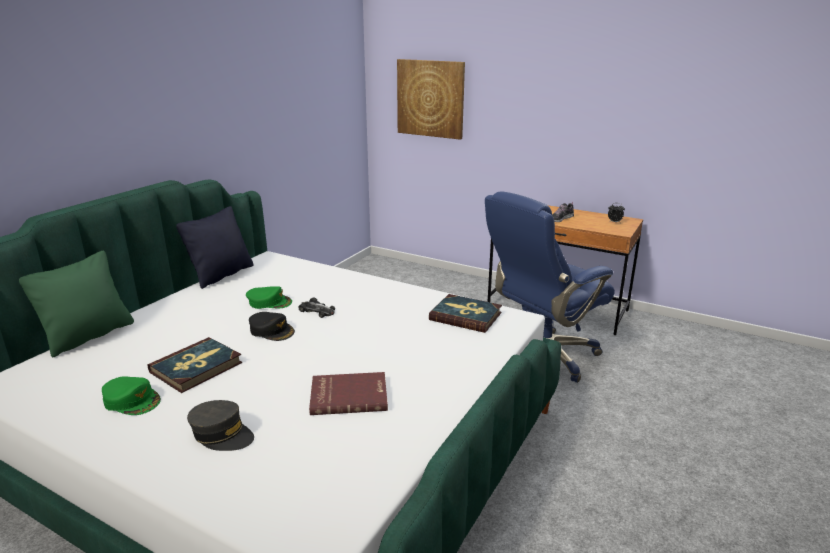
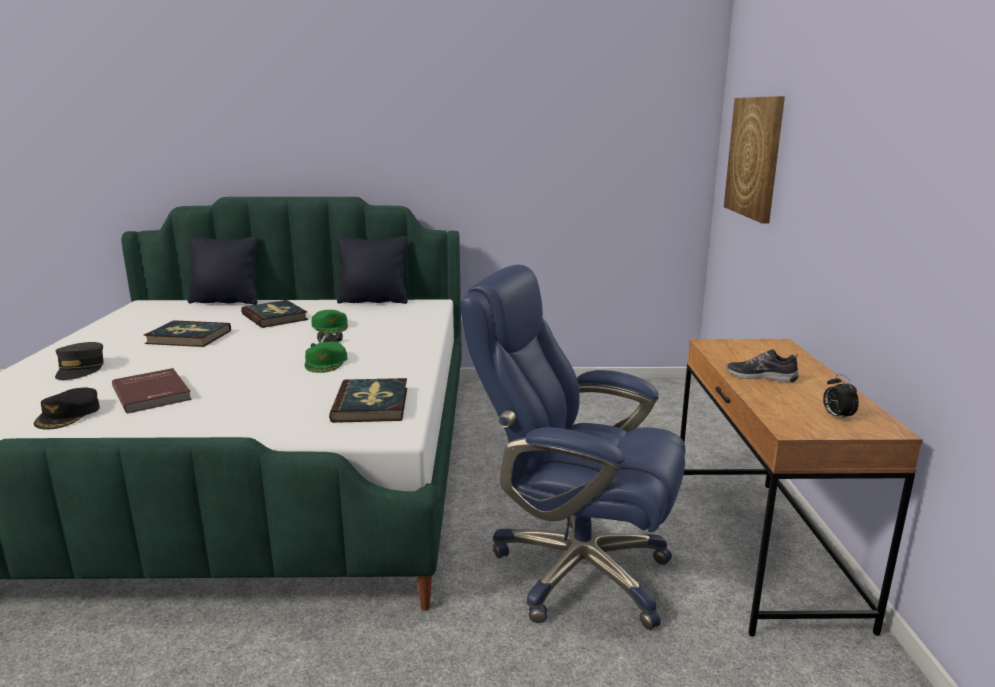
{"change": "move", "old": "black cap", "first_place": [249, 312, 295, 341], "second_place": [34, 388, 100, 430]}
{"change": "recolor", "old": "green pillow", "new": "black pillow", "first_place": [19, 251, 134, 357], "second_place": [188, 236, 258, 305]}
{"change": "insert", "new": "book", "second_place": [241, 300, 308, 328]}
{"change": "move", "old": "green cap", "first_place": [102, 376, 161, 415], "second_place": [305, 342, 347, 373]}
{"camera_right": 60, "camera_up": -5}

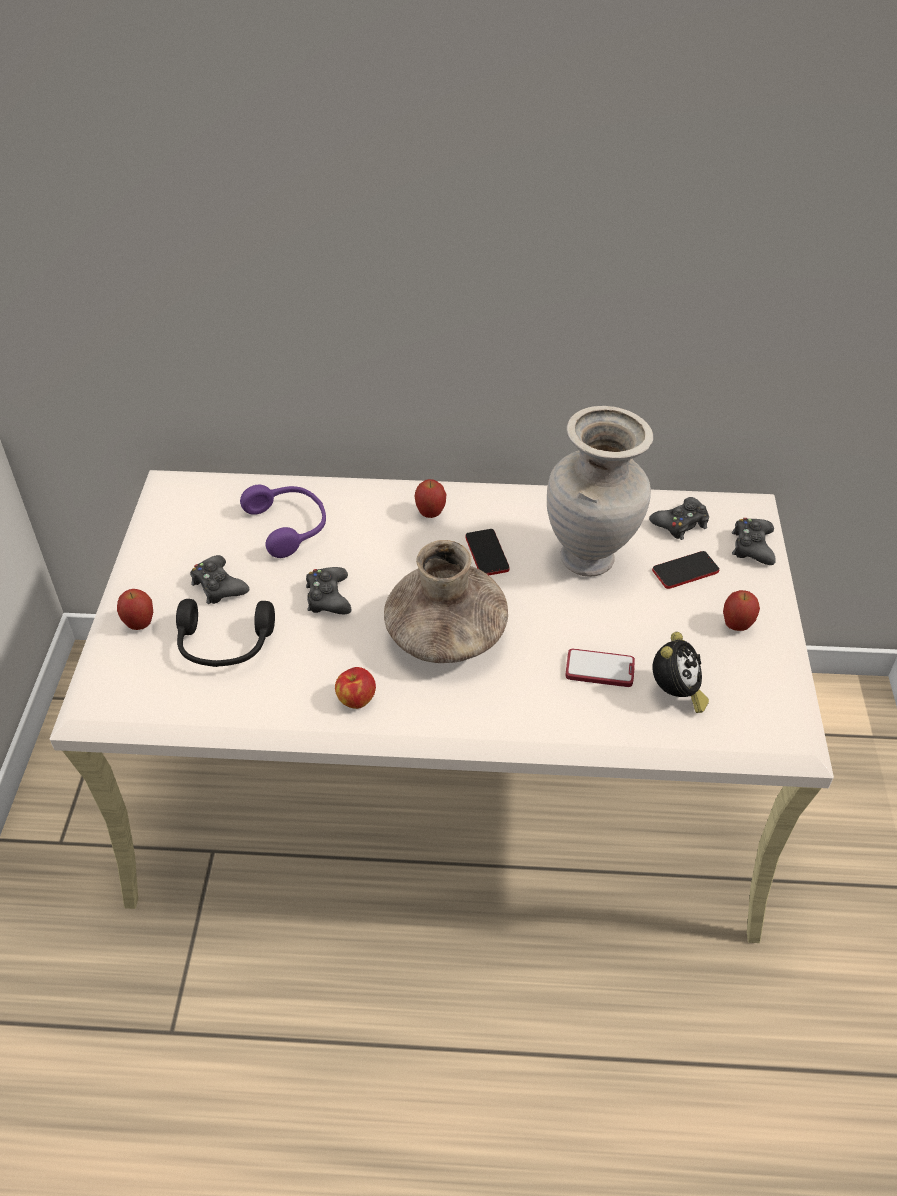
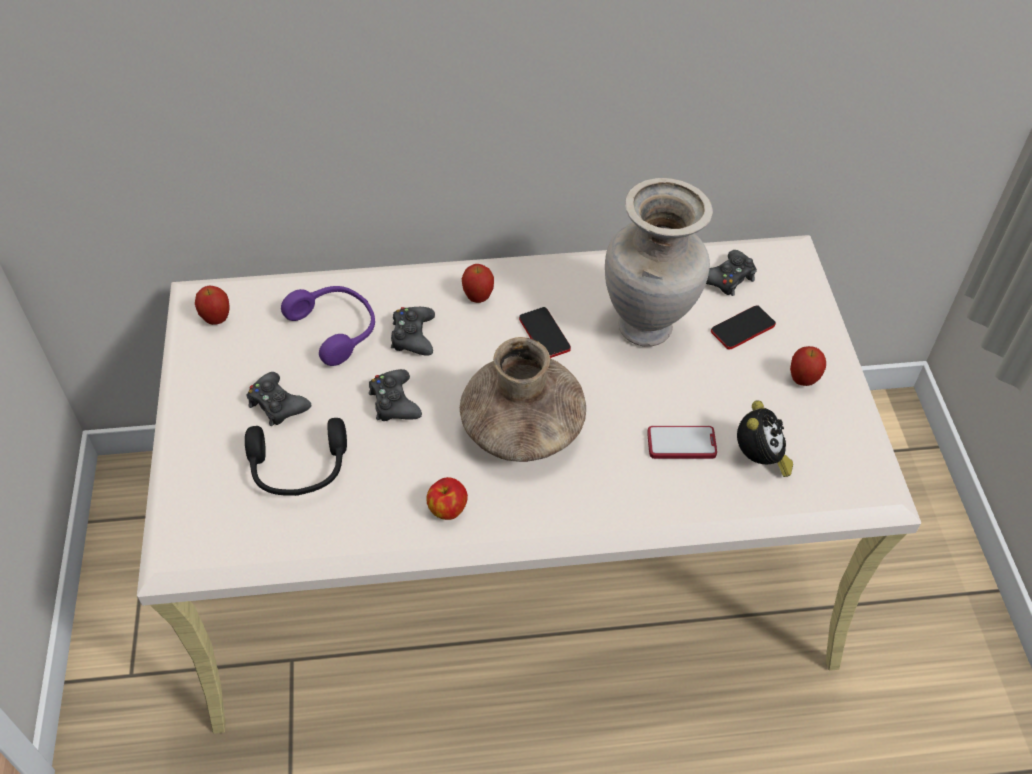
{"change": "move", "old": "apple", "first_place": [117, 589, 153, 630], "second_place": [195, 286, 230, 325]}
{"change": "move", "old": "black game controller", "first_place": [732, 518, 776, 565], "second_place": [391, 307, 435, 356]}
{"camera_right": -10, "camera_up": 5}

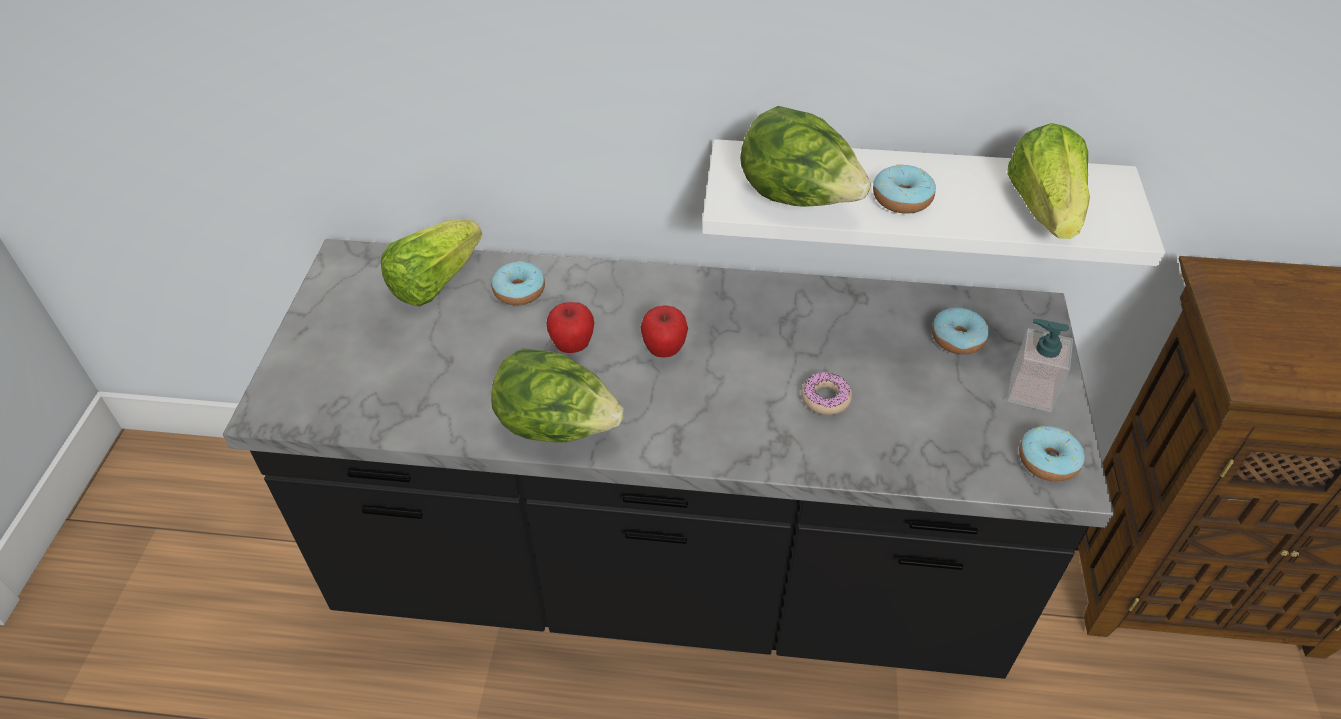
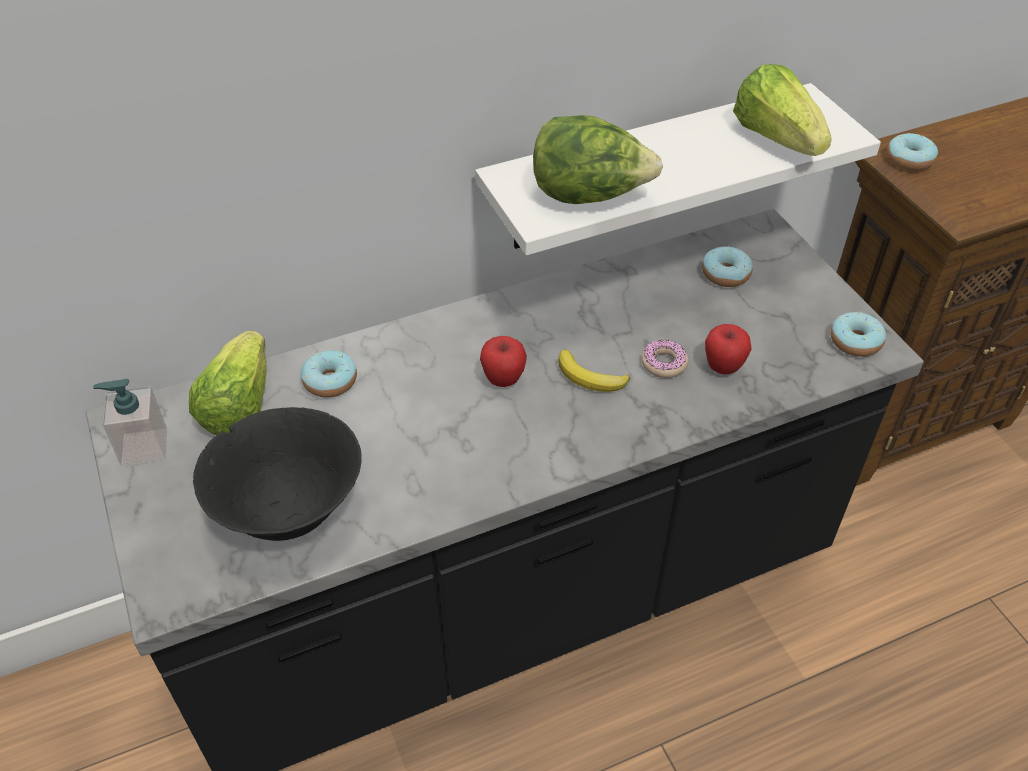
{"change": "move", "old": "soap dispenser", "first_place": [1007, 319, 1073, 412], "second_place": [93, 379, 167, 466]}
{"change": "insert", "new": "black bowl", "second_place": [193, 407, 362, 541]}
{"change": "insert", "new": "banana", "second_place": [558, 350, 630, 392]}
{"change": "move", "old": "apple", "first_place": [546, 302, 594, 353], "second_place": [705, 324, 752, 375]}
{"change": "move", "old": "donut", "first_place": [873, 164, 936, 214], "second_place": [887, 133, 938, 171]}
{"change": "delete", "old": "lettuce", "first_place": [491, 348, 624, 443]}
{"camera_right": -30, "camera_up": 0}

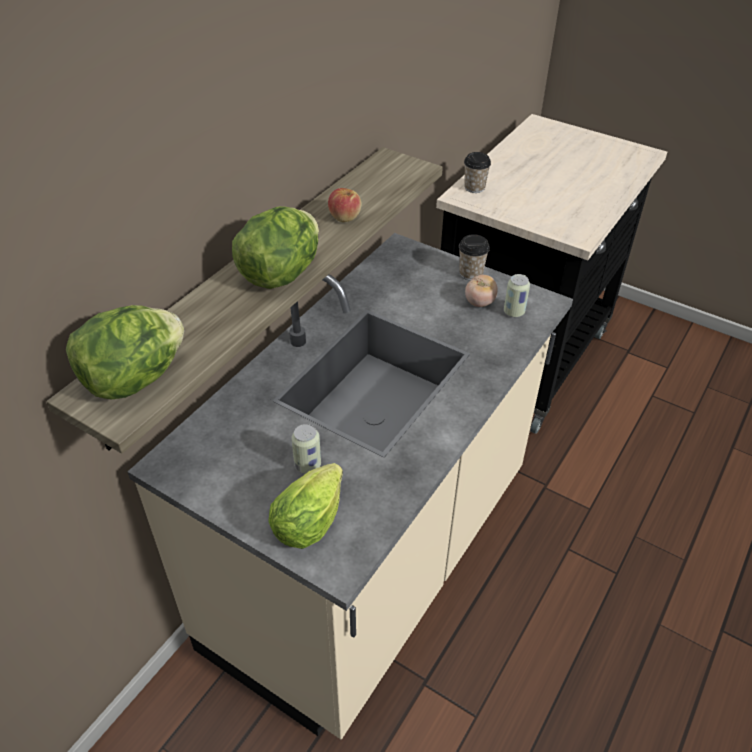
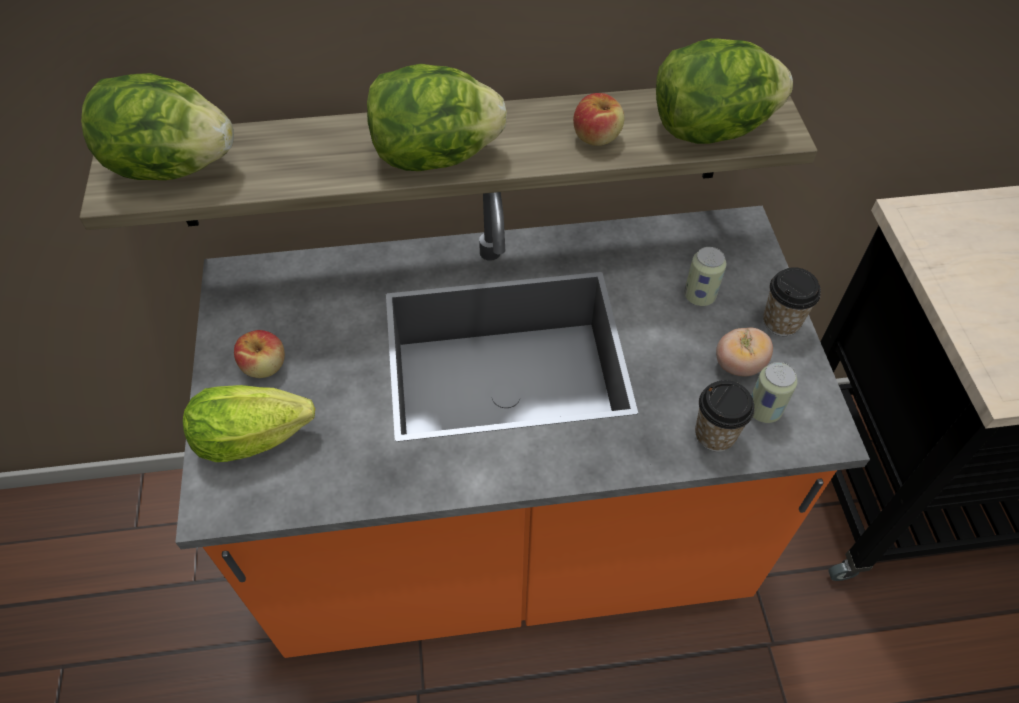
{"change": "recolor", "old": "beige counter", "new": "orange counter", "first_place": [128, 233, 573, 739], "second_place": [175, 192, 870, 658]}
{"change": "insert", "new": "apple", "second_place": [234, 330, 285, 378]}
{"change": "insert", "new": "lettuce", "second_place": [656, 39, 793, 144]}
{"change": "move", "old": "can", "first_place": [292, 424, 321, 474], "second_place": [684, 247, 727, 306]}
{"change": "move", "old": "cup", "first_place": [464, 152, 491, 193], "second_place": [695, 380, 754, 452]}
{"camera_right": 50, "camera_up": 10}

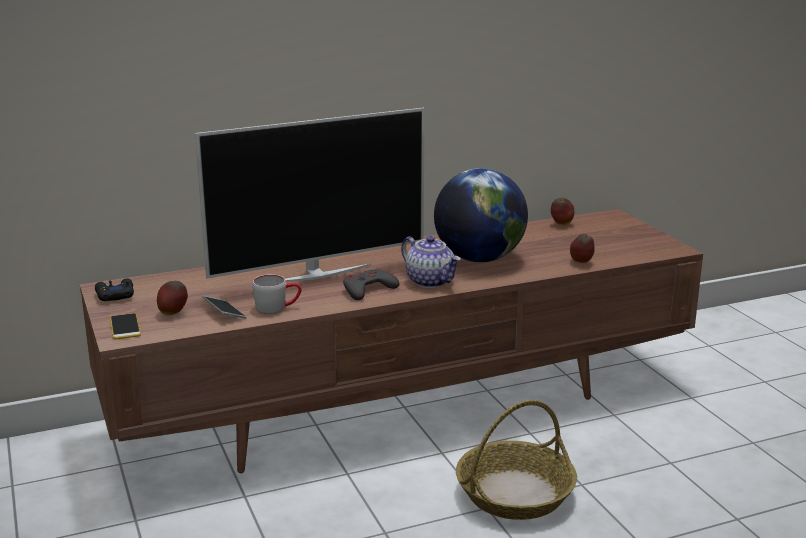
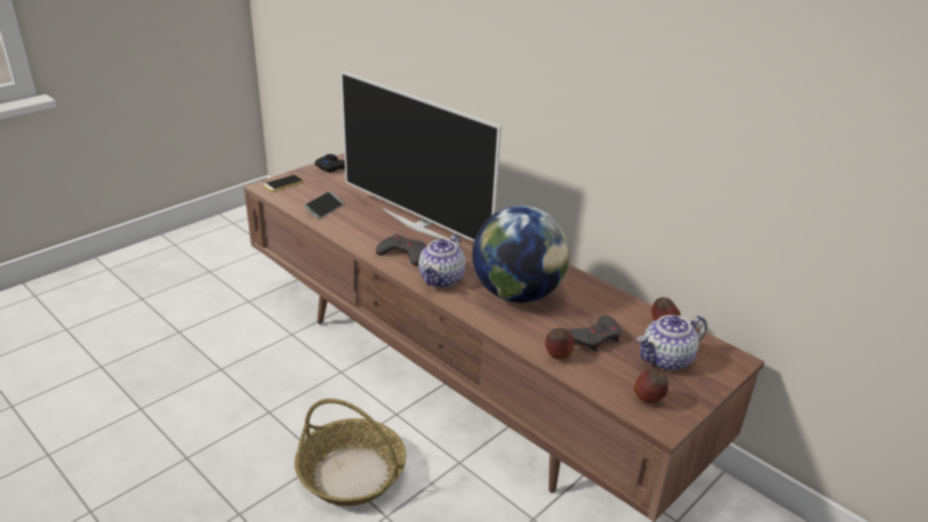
{"change": "insert", "new": "grey game controller", "second_place": [568, 316, 622, 352]}
{"change": "move", "old": "apple", "first_place": [157, 281, 188, 315], "second_place": [634, 370, 668, 404]}
{"change": "insert", "new": "teapot", "second_place": [636, 315, 707, 371]}
{"change": "delete", "old": "grey mug", "first_place": [252, 275, 302, 314]}
{"camera_right": 65, "camera_up": 10}

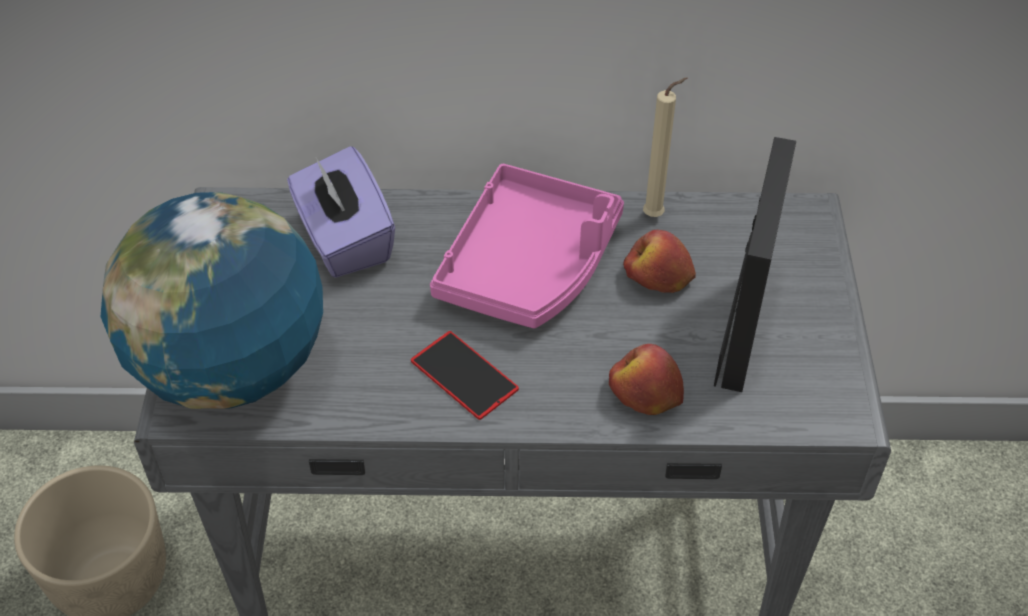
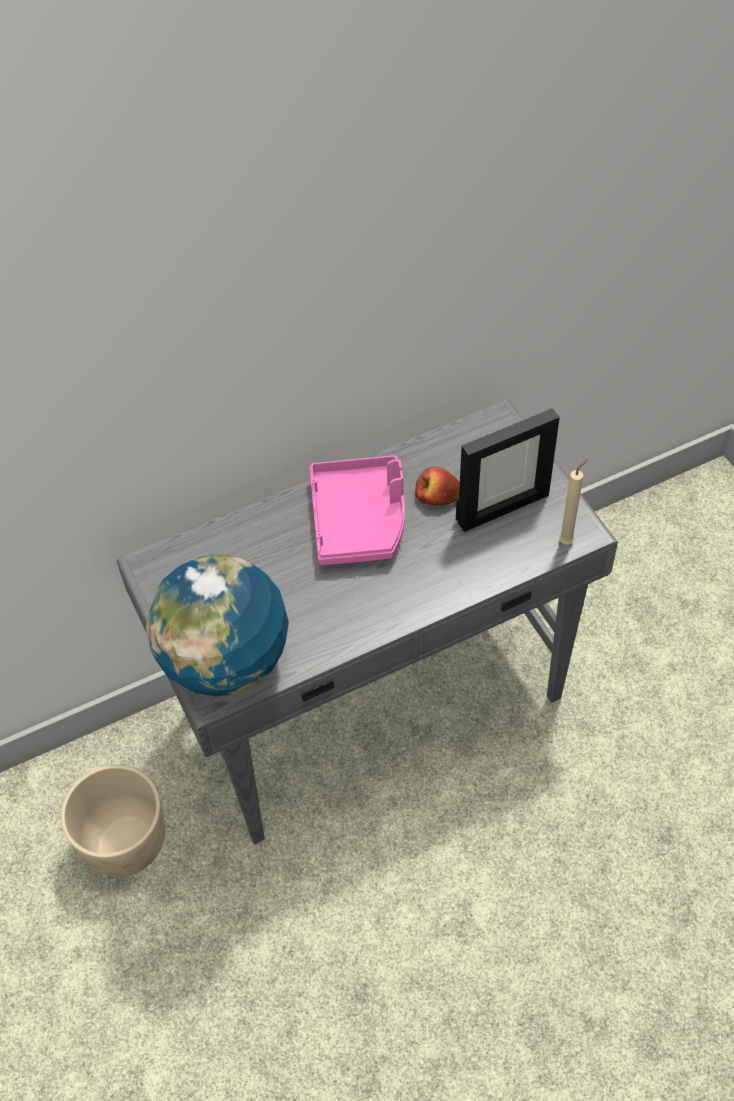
{"change": "rotate", "old": "picture frame", "first_place": [714, 137, 796, 392], "second_place": [456, 408, 560, 532], "degrees": 75}
{"change": "move", "old": "beige candle", "first_place": [643, 78, 687, 217], "second_place": [559, 459, 587, 544]}
{"change": "delete", "old": "purple tissue box", "first_place": [287, 146, 395, 278]}
{"change": "delete", "old": "phone", "first_place": [411, 331, 519, 420]}
{"change": "delete", "old": "apple", "first_place": [609, 344, 684, 415]}
{"camera_right": -25, "camera_up": 5}

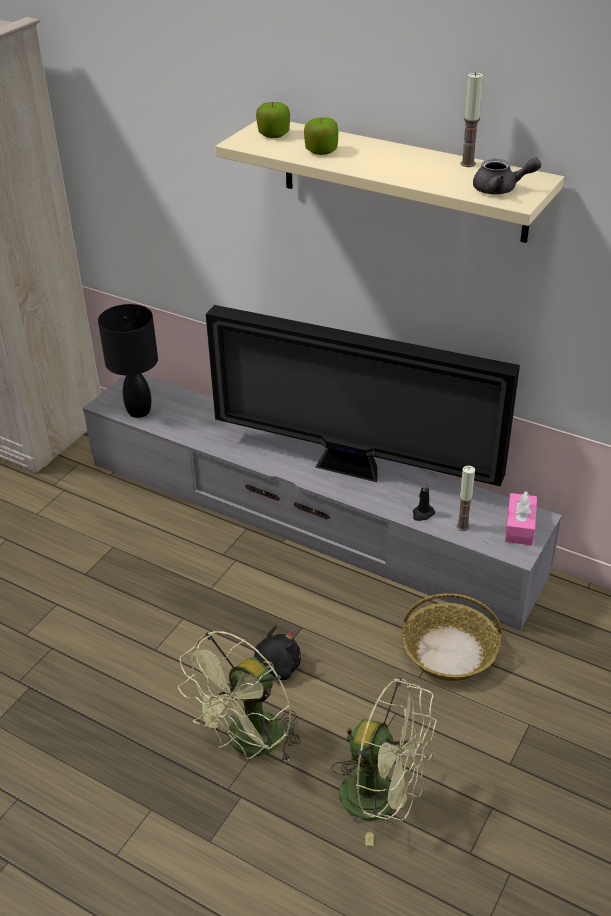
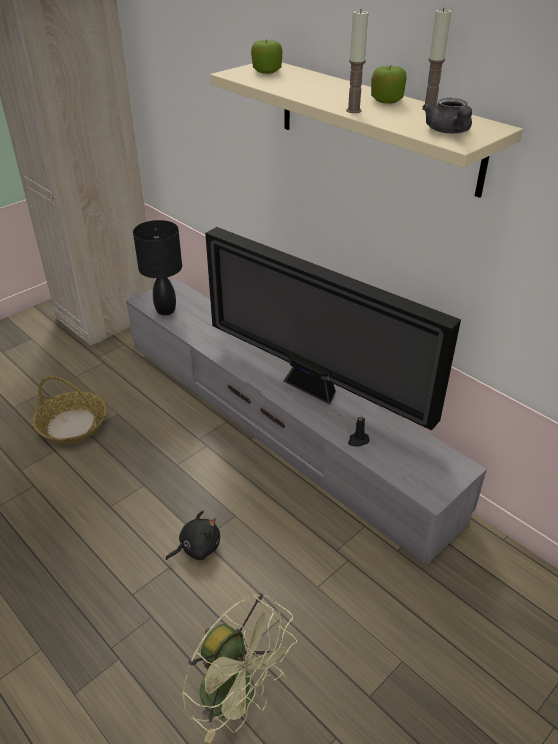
{"change": "move", "old": "basket", "first_place": [402, 593, 502, 681], "second_place": [32, 376, 107, 444]}
{"change": "move", "old": "candle", "first_place": [456, 466, 475, 531], "second_place": [346, 9, 368, 113]}
{"change": "move", "old": "apple", "first_place": [304, 117, 338, 155], "second_place": [371, 66, 407, 104]}
{"change": "rotate", "old": "grey teapot", "first_place": [473, 157, 541, 194], "second_place": [422, 98, 472, 134], "degrees": 60}
{"change": "delete", "old": "green fan", "first_place": [178, 631, 301, 762]}
{"change": "delete", "old": "pink tissue box", "first_place": [505, 491, 537, 545]}
{"camera_right": 15, "camera_up": 0}

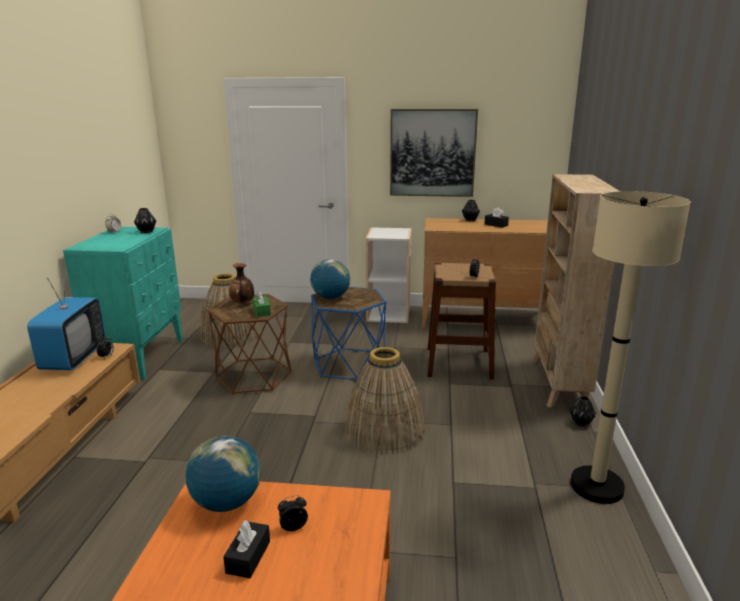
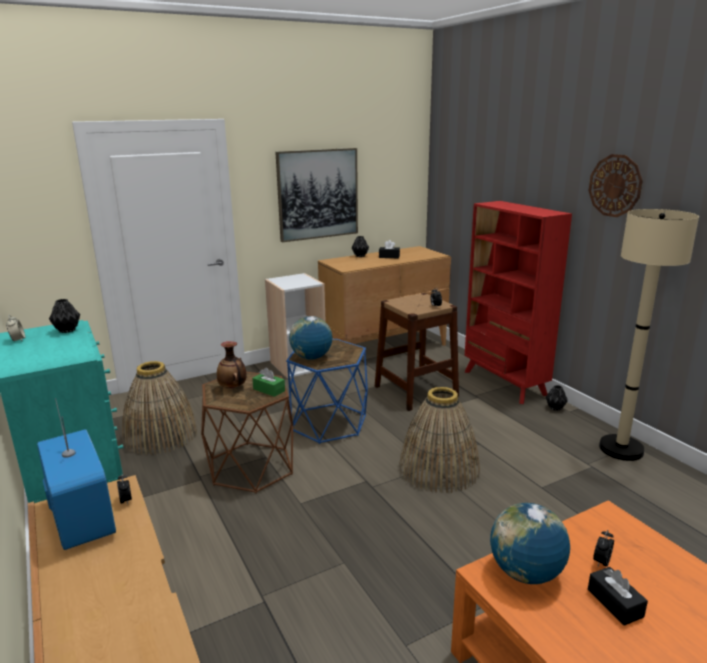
{"change": "recolor", "old": "beige bookcase", "new": "red bookcase", "first_place": [532, 174, 619, 408], "second_place": [465, 201, 572, 404]}
{"change": "insert", "new": "wall clock", "second_place": [589, 154, 643, 217]}
{"camera_right": -35, "camera_up": 0}

